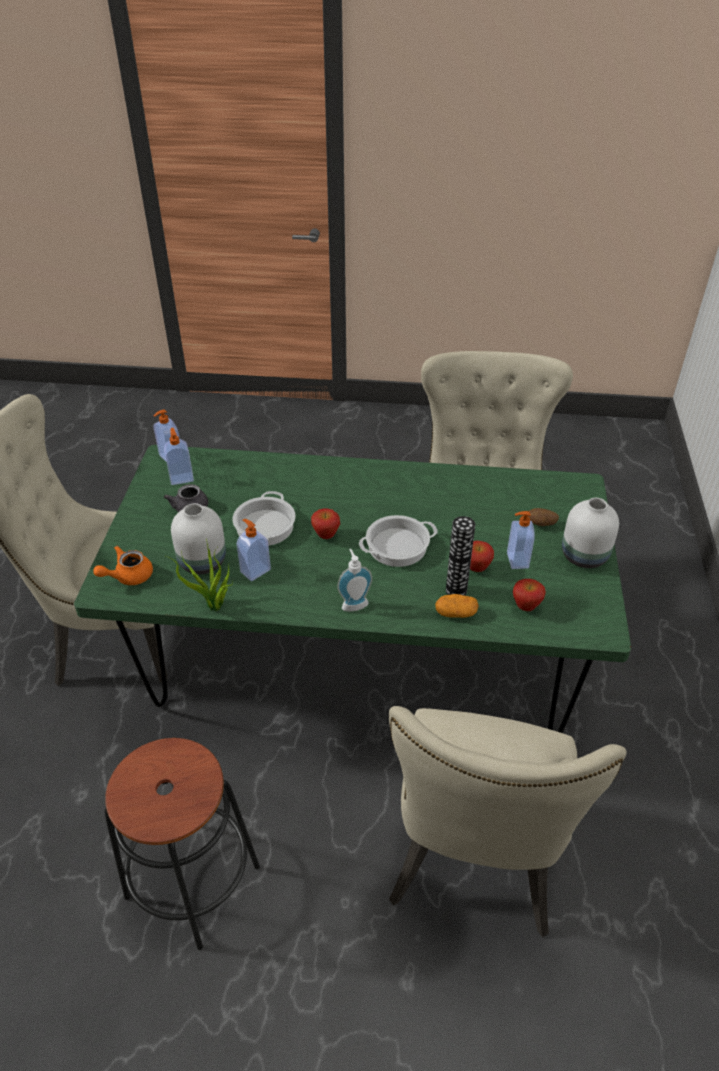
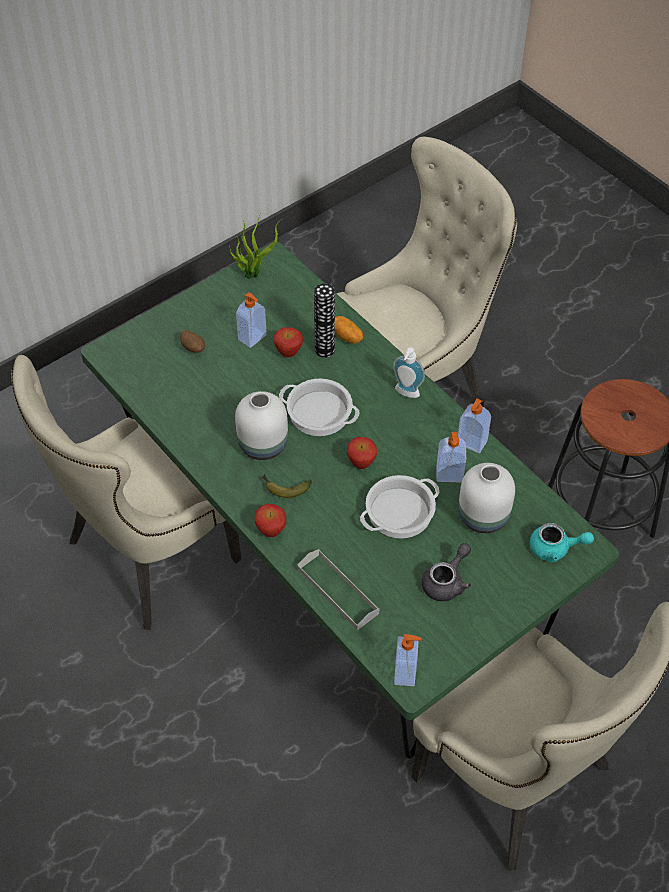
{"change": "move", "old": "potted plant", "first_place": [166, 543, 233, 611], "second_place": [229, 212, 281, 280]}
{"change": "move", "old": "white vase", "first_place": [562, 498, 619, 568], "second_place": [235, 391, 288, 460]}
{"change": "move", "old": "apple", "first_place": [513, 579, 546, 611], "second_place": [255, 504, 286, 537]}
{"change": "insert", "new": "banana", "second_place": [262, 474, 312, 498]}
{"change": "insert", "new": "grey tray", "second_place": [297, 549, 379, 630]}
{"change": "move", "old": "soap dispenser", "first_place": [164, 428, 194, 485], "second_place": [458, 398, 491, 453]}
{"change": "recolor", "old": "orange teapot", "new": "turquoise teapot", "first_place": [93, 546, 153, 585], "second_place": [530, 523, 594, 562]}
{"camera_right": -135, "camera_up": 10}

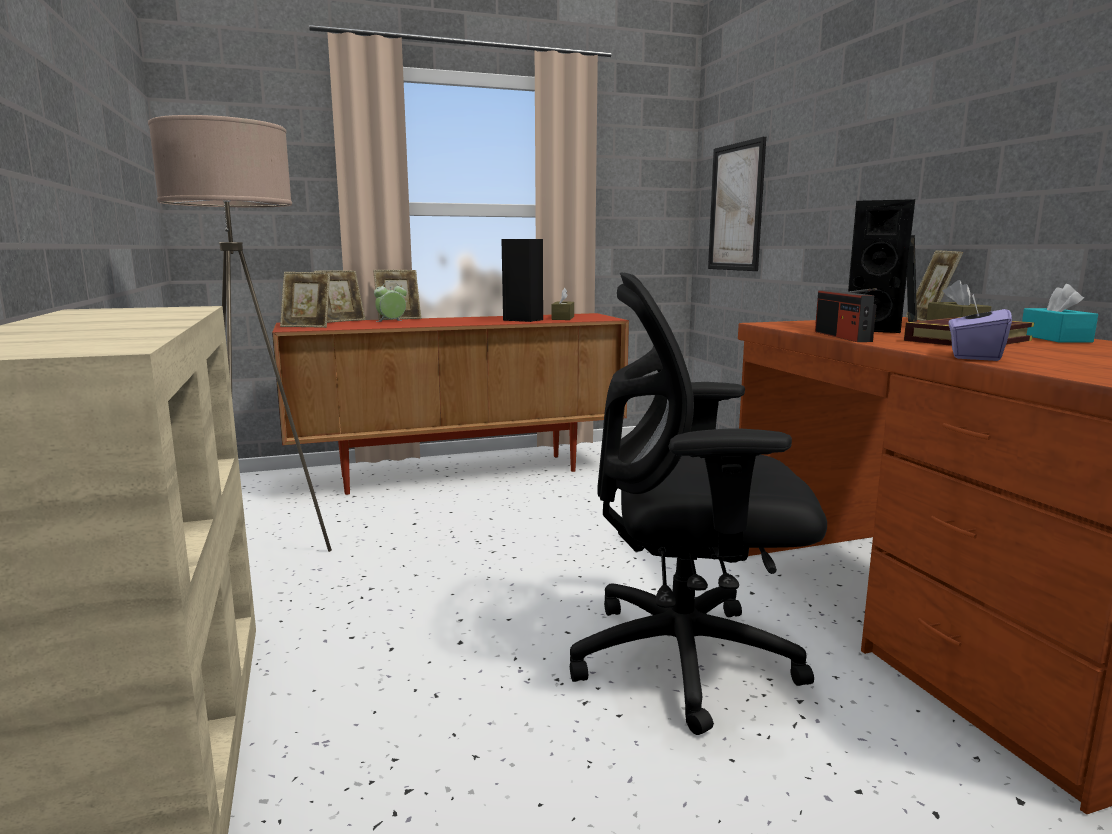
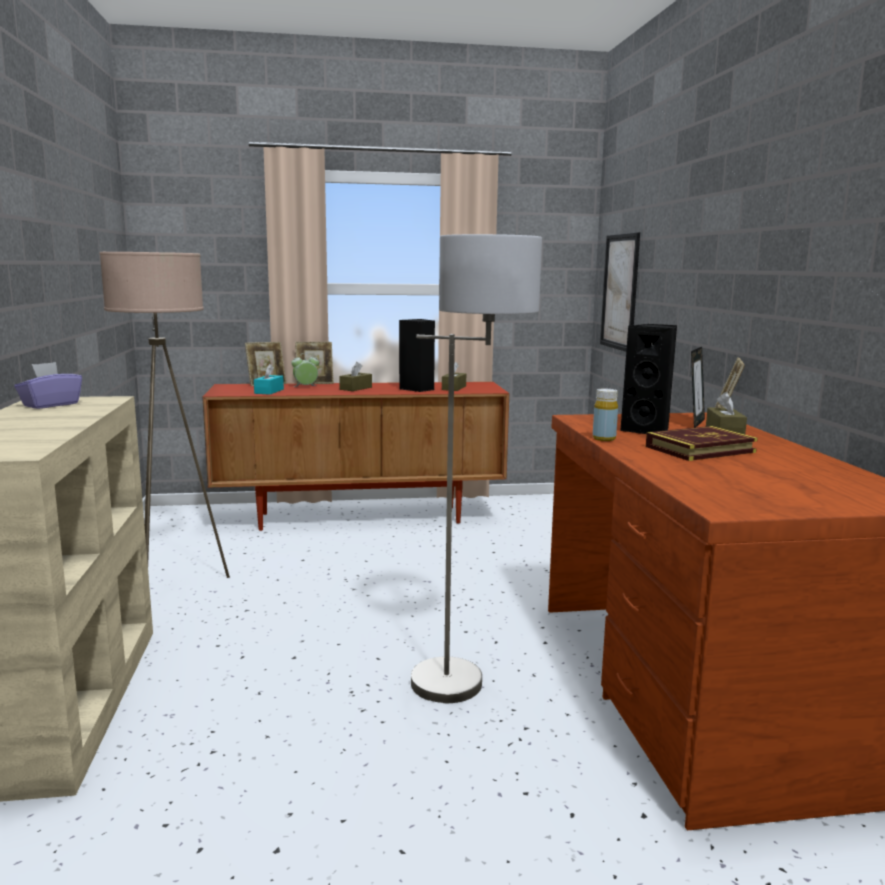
{"change": "move", "old": "purple tissue box", "first_place": [949, 294, 1012, 361], "second_place": [15, 362, 82, 409]}
{"change": "move", "old": "turquoise tissue box", "first_place": [1022, 284, 1098, 343], "second_place": [254, 364, 284, 395]}
{"change": "insert", "new": "brown tissue box", "second_place": [339, 362, 372, 391]}
{"change": "replace", "old": "black office chair", "new": "grey floor lamp", "first_place": [570, 273, 827, 735], "second_place": [411, 234, 542, 703]}
{"change": "replace", "old": "radio", "new": "yellow bottle", "first_place": [815, 288, 877, 342], "second_place": [593, 389, 618, 441]}
{"change": "delete", "old": "picture frame", "first_place": [280, 272, 330, 328]}
{"camera_right": 10, "camera_up": 0}

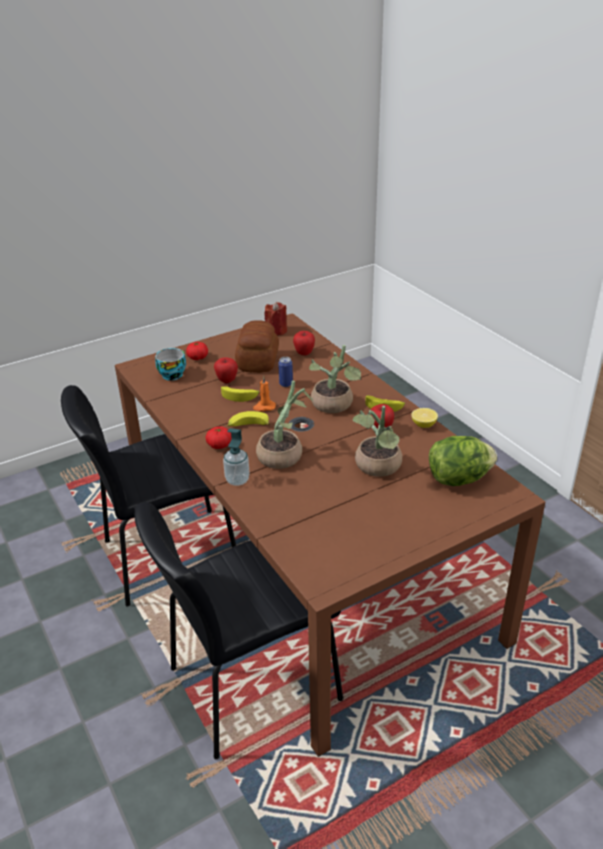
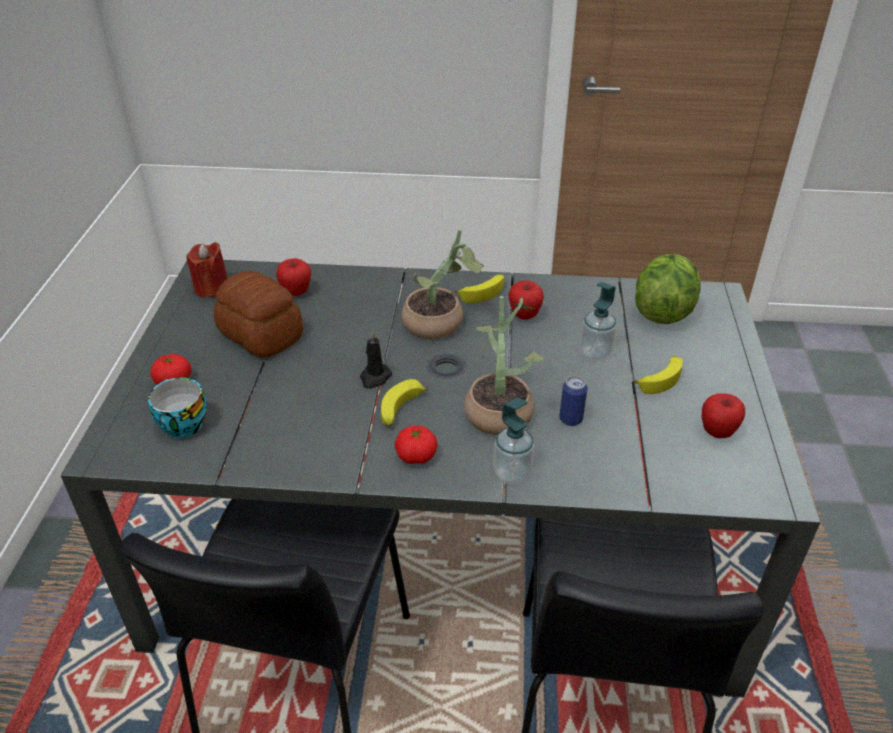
{"change": "recolor", "old": "brown dining table", "new": "grey dining table", "first_place": [115, 313, 545, 757], "second_place": [61, 260, 820, 698]}
{"change": "recolor", "old": "orange candle", "new": "black candle", "first_place": [253, 375, 276, 412], "second_place": [360, 331, 392, 389]}
{"change": "move", "old": "can", "first_place": [278, 357, 293, 387], "second_place": [559, 376, 587, 426]}
{"change": "replace", "old": "potted plant", "new": "soap dispenser", "first_place": [352, 406, 402, 477], "second_place": [580, 282, 617, 360]}
{"change": "move", "old": "banana", "first_place": [221, 386, 260, 402], "second_place": [634, 355, 683, 394]}
{"change": "move", "old": "apple", "first_place": [214, 357, 238, 383], "second_place": [702, 394, 745, 438]}
{"change": "delete", "old": "lemon", "first_place": [411, 408, 438, 428]}
{"camera_right": -55, "camera_up": 5}

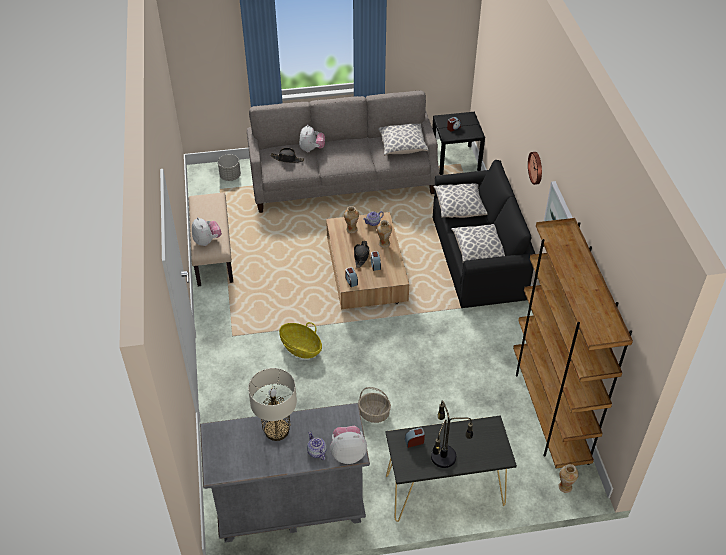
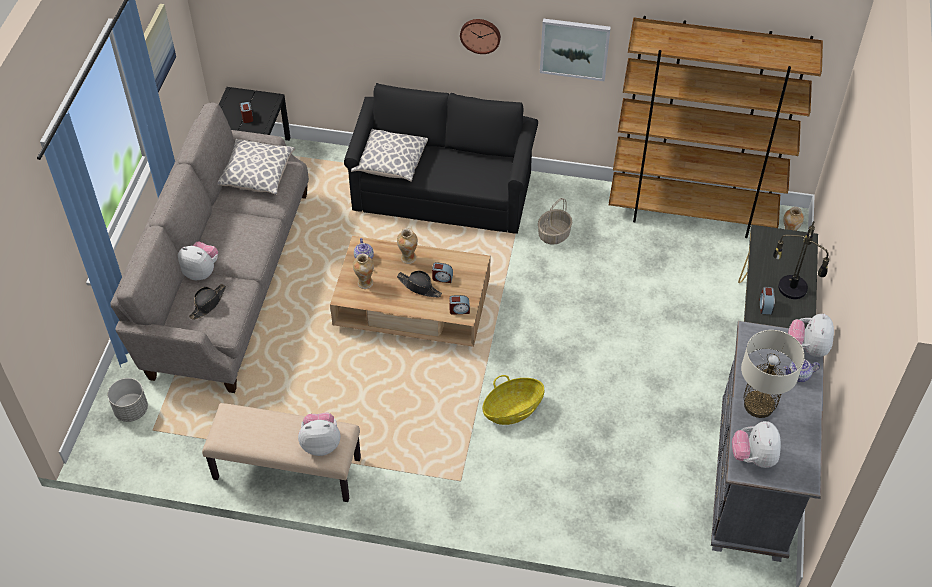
{"change": "insert", "new": "picture", "second_place": [144, 4, 176, 93]}
{"change": "move", "old": "basket", "first_place": [358, 387, 391, 423], "second_place": [538, 198, 572, 245]}
{"change": "insert", "new": "plush toy", "second_place": [732, 421, 781, 468]}
{"change": "delete", "old": "pillow", "first_place": [451, 224, 505, 262]}
{"camera_right": -70, "camera_up": 5}

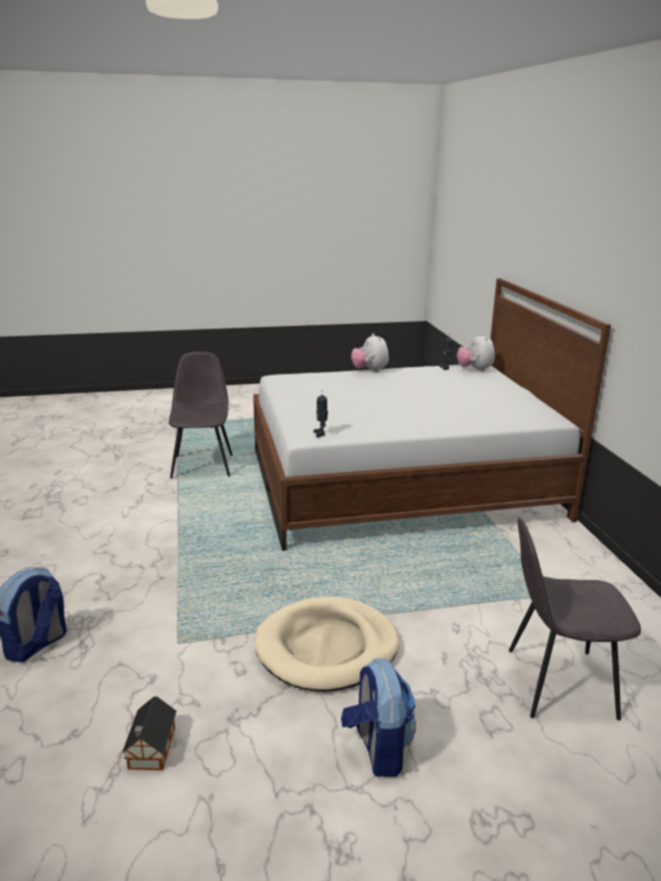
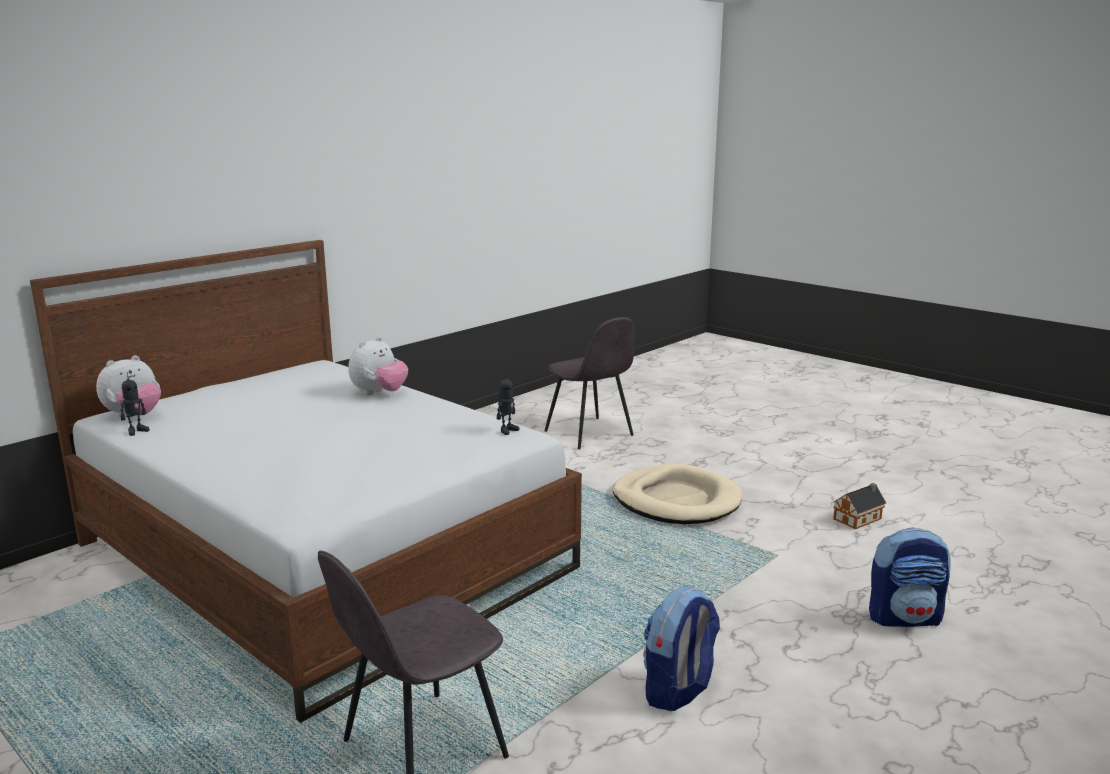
{"change": "move", "old": "plush toy", "first_place": [351, 333, 389, 372], "second_place": [348, 336, 408, 395]}
{"change": "move", "old": "backpack", "first_place": [341, 658, 416, 777], "second_place": [643, 587, 720, 711]}
{"camera_right": -125, "camera_up": -5}

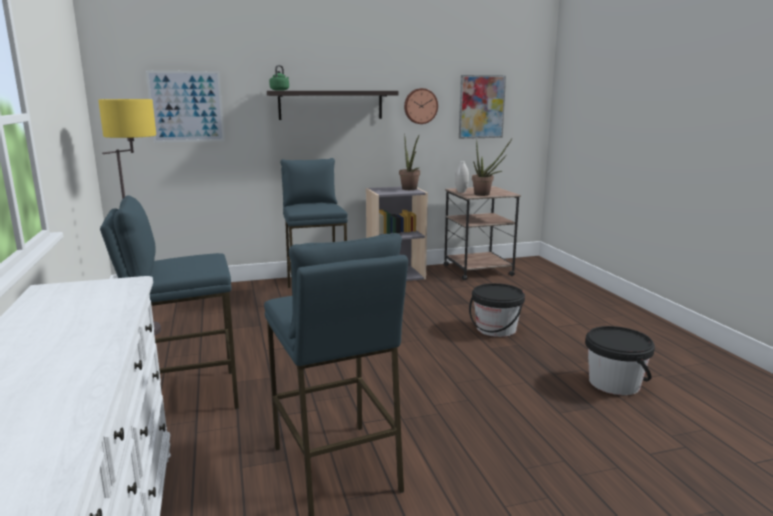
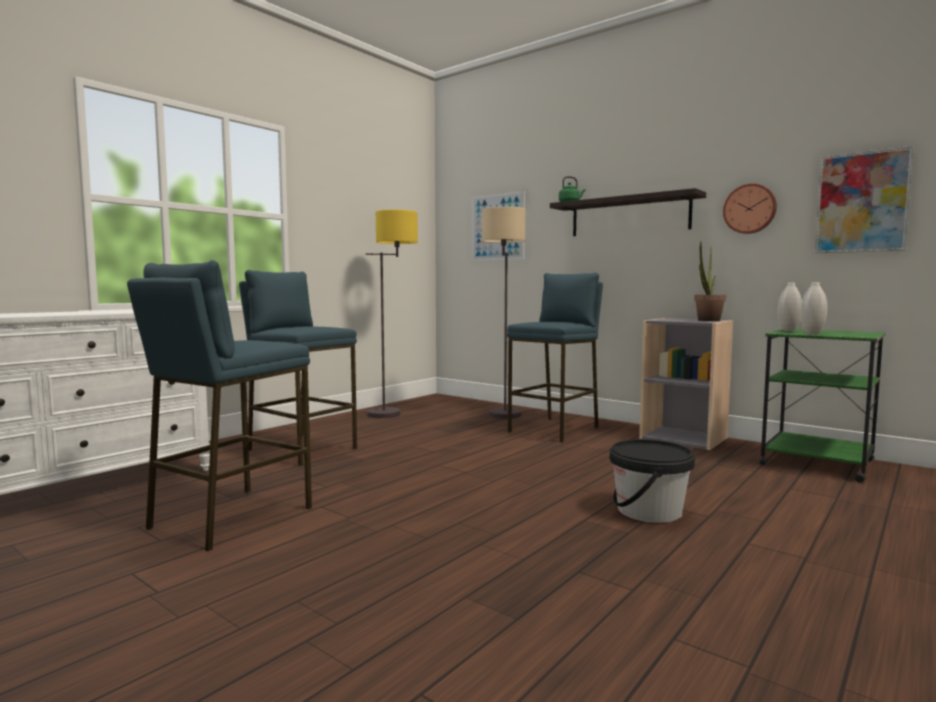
{"change": "insert", "new": "beige floor lamp", "second_place": [482, 206, 525, 419]}
{"change": "recolor", "old": "brown cart", "new": "green cart", "first_place": [444, 186, 521, 280], "second_place": [760, 329, 886, 483]}
{"change": "replace", "old": "potted plant", "new": "white vase", "first_place": [472, 139, 512, 196], "second_place": [800, 282, 827, 334]}
{"change": "delete", "old": "black bucket", "first_place": [585, 326, 655, 395]}
{"camera_right": 55, "camera_up": -10}

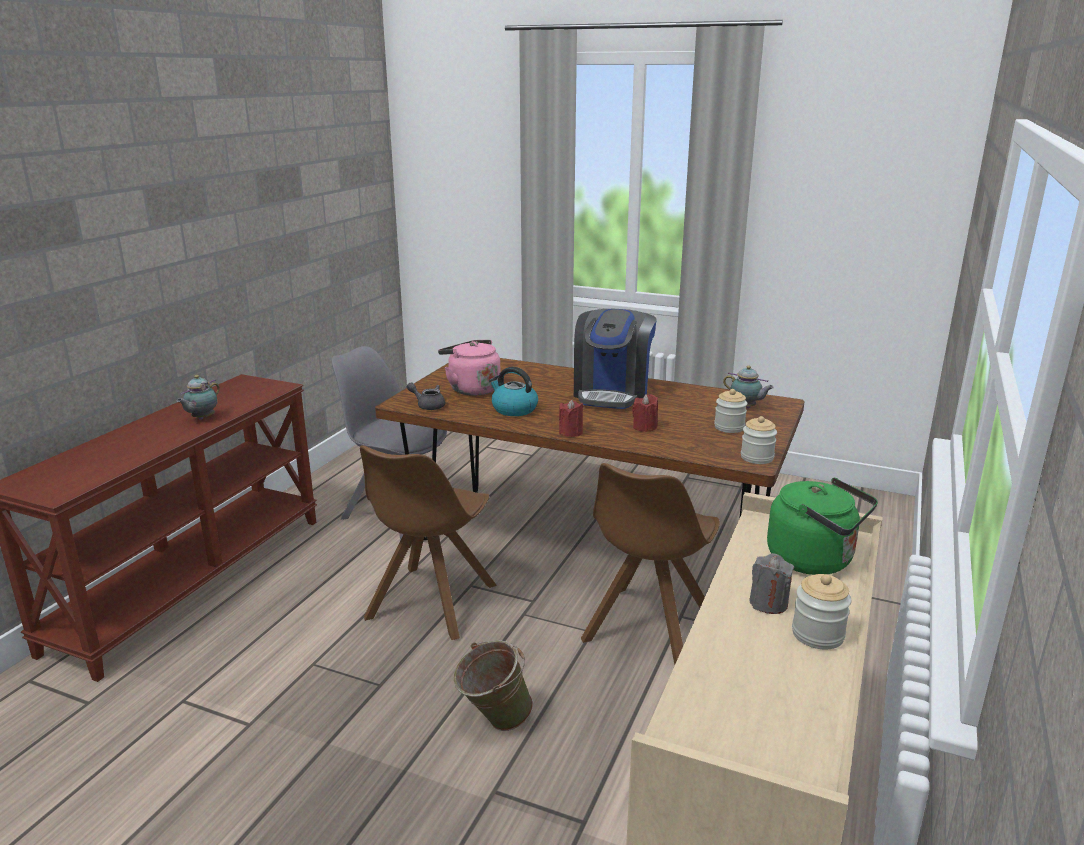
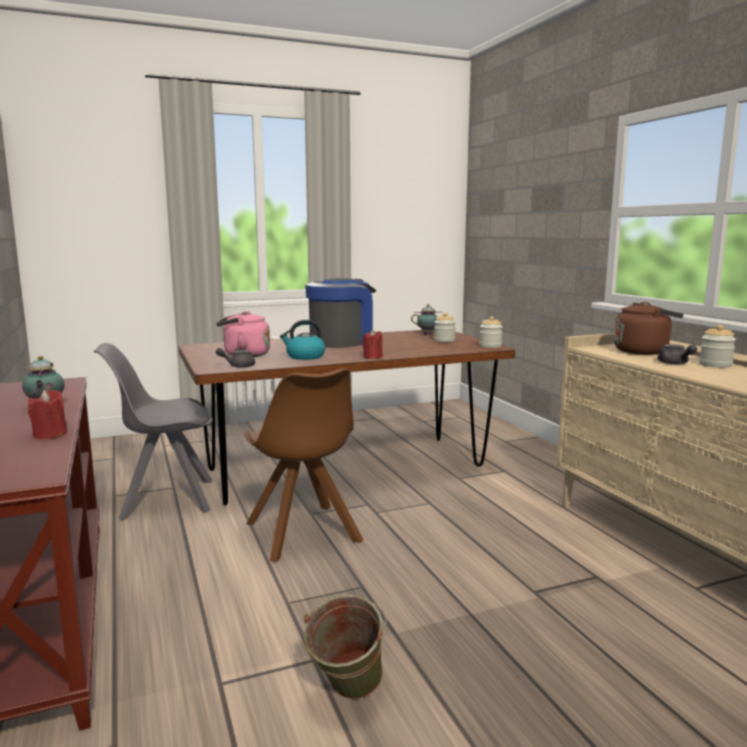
{"change": "move", "old": "red candle", "first_place": [632, 395, 658, 432], "second_place": [28, 390, 67, 439]}
{"change": "move", "old": "green bucket", "first_place": [454, 640, 533, 731], "second_place": [303, 595, 387, 700]}
{"change": "rotate", "old": "coffee machine", "first_place": [574, 309, 657, 409], "second_place": [305, 278, 376, 348], "degrees": -105}
{"change": "recolor", "old": "green kettle", "new": "brown kettle", "first_place": [767, 477, 878, 575], "second_place": [614, 302, 684, 355]}
{"change": "replace", "old": "grey candle", "new": "grey teapot", "first_place": [749, 553, 794, 614], "second_place": [658, 344, 697, 364]}
{"change": "delete", "old": "brown chair", "first_place": [581, 463, 720, 664]}
{"camera_right": -45, "camera_up": -10}

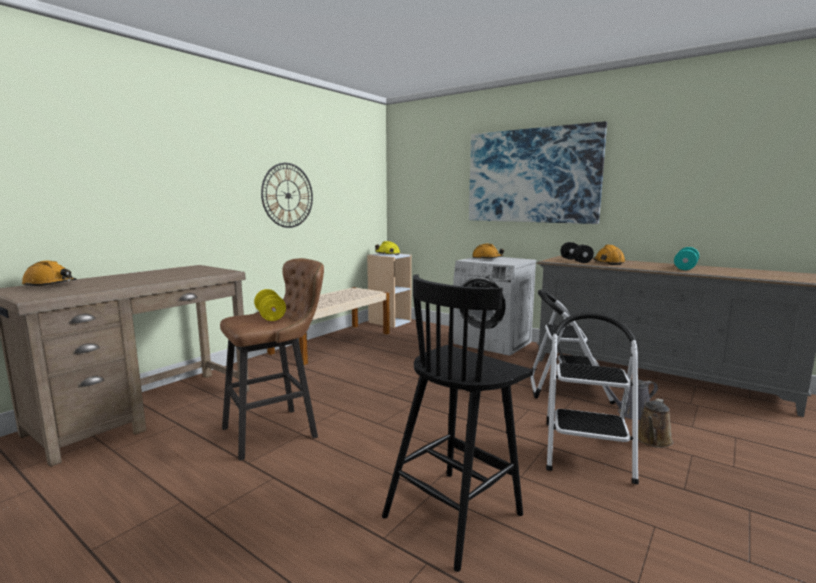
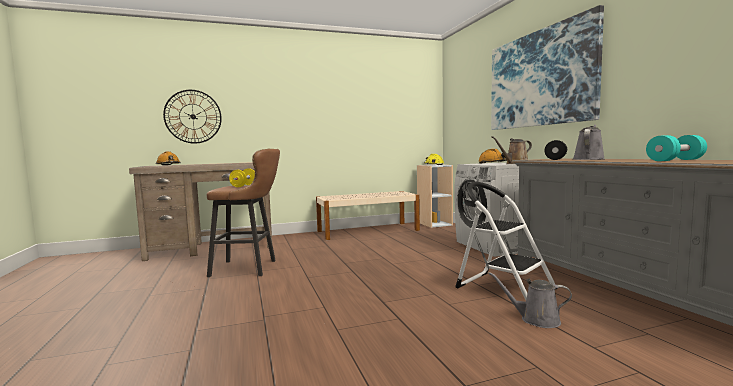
{"change": "move", "old": "wall clock", "first_place": [261, 163, 313, 228], "second_place": [163, 90, 222, 144]}
{"change": "move", "old": "brown watering can", "first_place": [638, 398, 674, 448], "second_place": [491, 136, 532, 164]}
{"change": "replace", "old": "orange hard hat", "new": "grey watering can", "first_place": [594, 245, 625, 265], "second_place": [572, 124, 604, 160]}
{"change": "delete", "old": "black stool", "first_place": [382, 274, 533, 572]}
{"change": "delete", "old": "step ladder", "first_place": [546, 313, 639, 484]}
{"camera_right": 35, "camera_up": -5}

